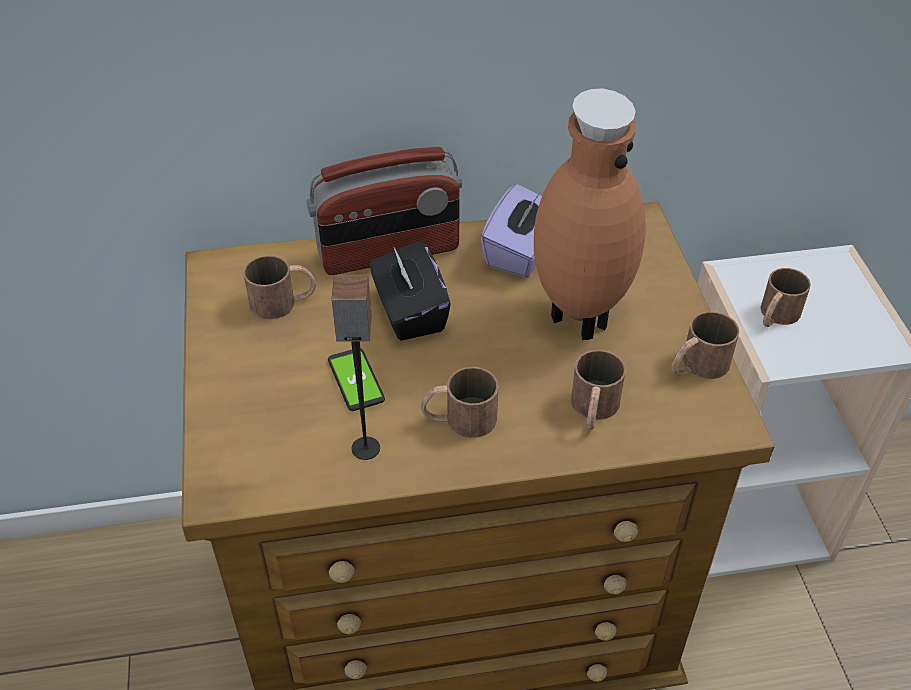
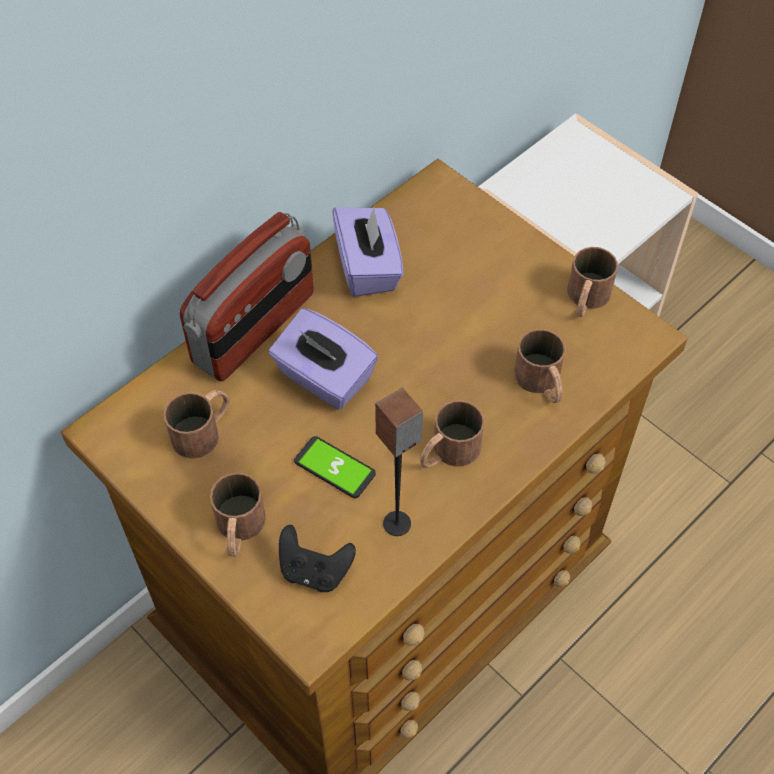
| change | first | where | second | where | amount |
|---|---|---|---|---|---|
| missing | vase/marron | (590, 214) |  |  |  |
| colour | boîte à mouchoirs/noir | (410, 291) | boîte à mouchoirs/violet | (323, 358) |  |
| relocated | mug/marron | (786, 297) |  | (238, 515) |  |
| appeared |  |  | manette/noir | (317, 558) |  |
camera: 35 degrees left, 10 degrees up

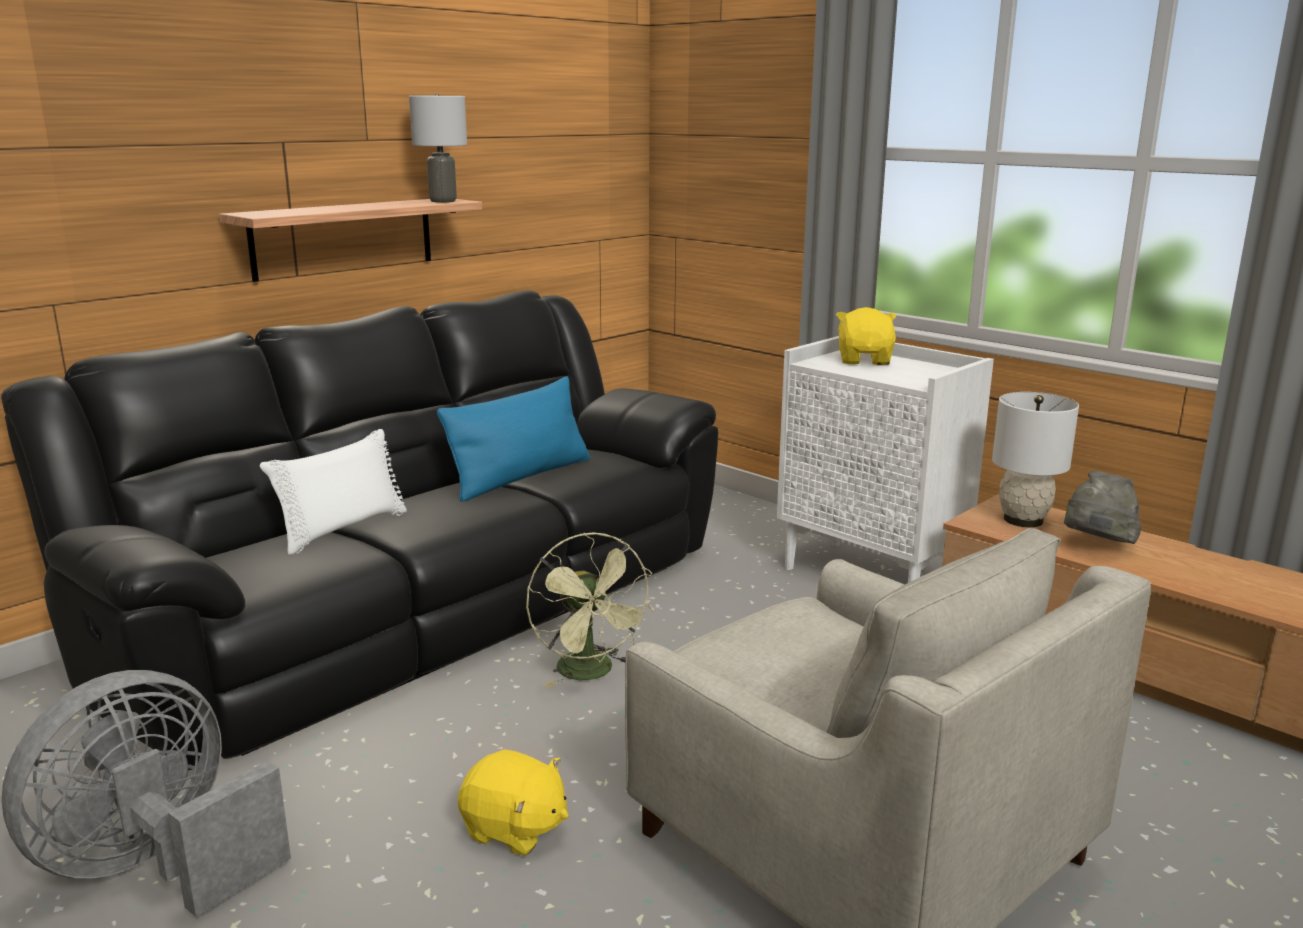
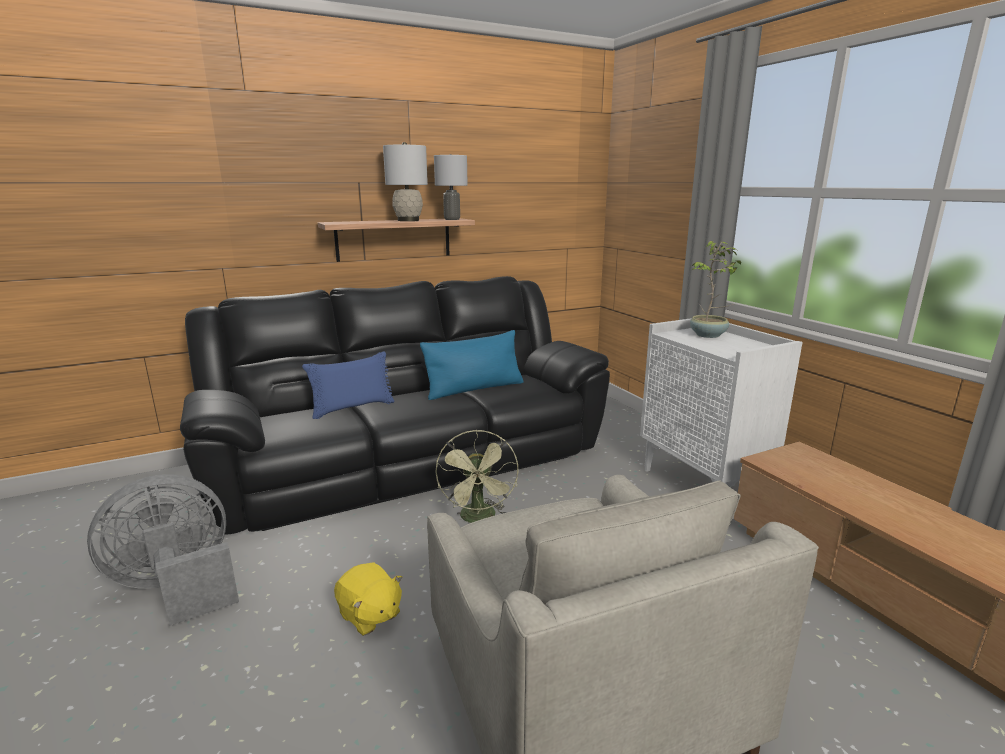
| change | first | where | second | where | amount |
|---|---|---|---|---|---|
| exchanged | peluche/jaune | (866, 336) | plante en pot | (715, 289) |  |
| relocated | lampe de table/blanc | (1035, 459) |  | (405, 181) |  |
| colour | coussin/blanc | (333, 491) | coussin/bleu | (348, 385) |  |
| missing | chapeau/gris | (1102, 507) |  |  |  |
camera: 20 degrees right, 0 degrees up

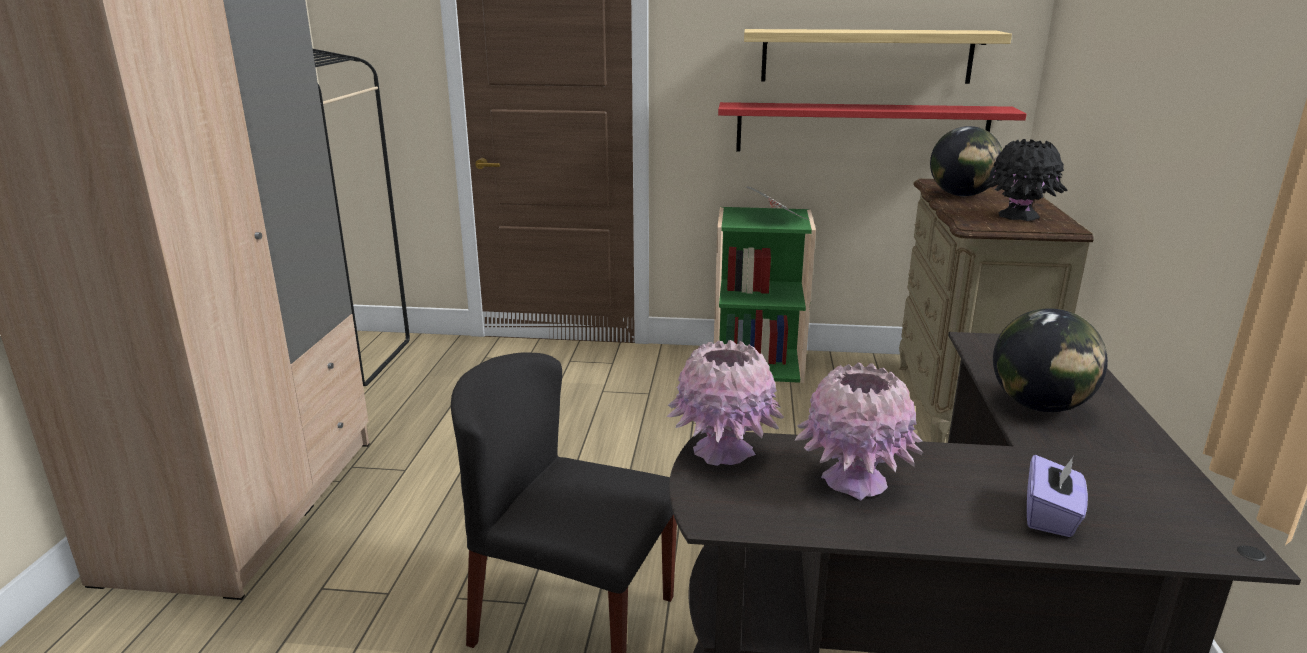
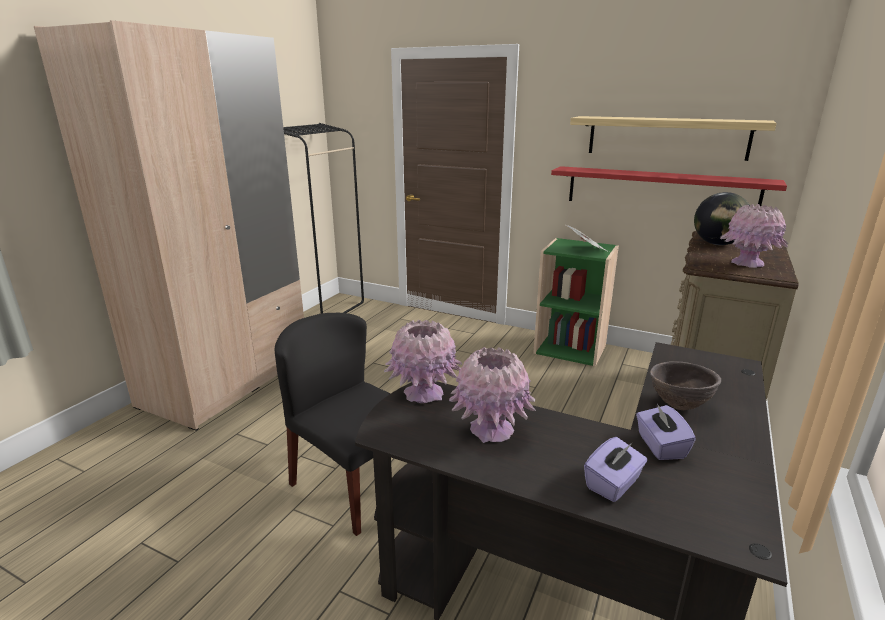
| change | first | where | second | where | amount |
|---|---|---|---|---|---|
| colour | vase/noir | (1025, 180) | vase/rose | (754, 236) |  |
| exchanged | globe | (1050, 360) | bol/marron | (685, 385) |  |
| appeared |  |  | boîte à mouchoirs/violet | (666, 431) |  |
camera: 20 degrees right, 0 degrees up

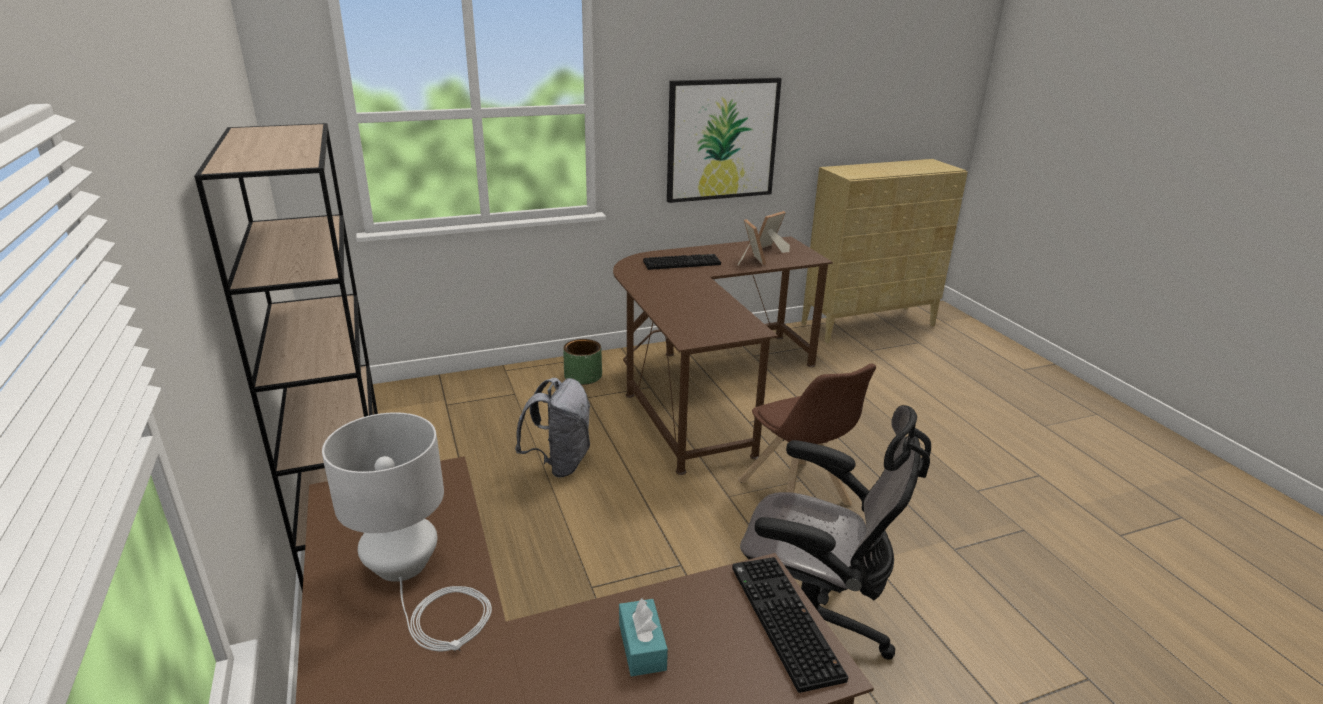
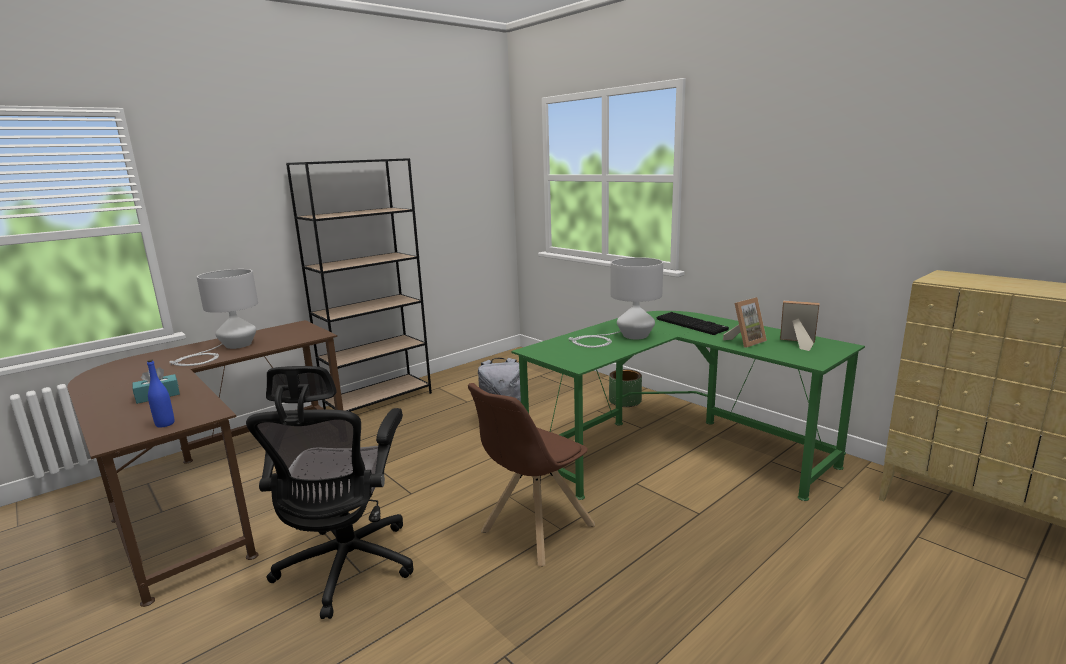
| change | first | where | second | where | amount |
|---|---|---|---|---|---|
| missing | tableau | (724, 140) |  |  |  |
| colour | bureau/marron | (723, 355) | bureau/vert | (688, 406) |  |
| exchanged | clavier | (790, 625) | bouteille/bleu | (160, 393) |  |
| appeared |  |  | lampe de table/blanc | (616, 302) |  |
camera: 70 degrees right, 10 degrees down

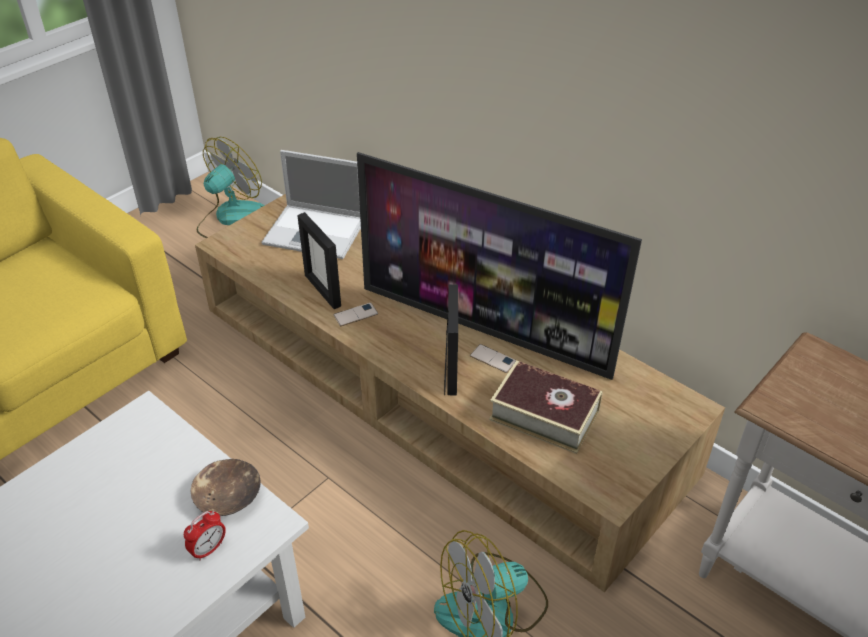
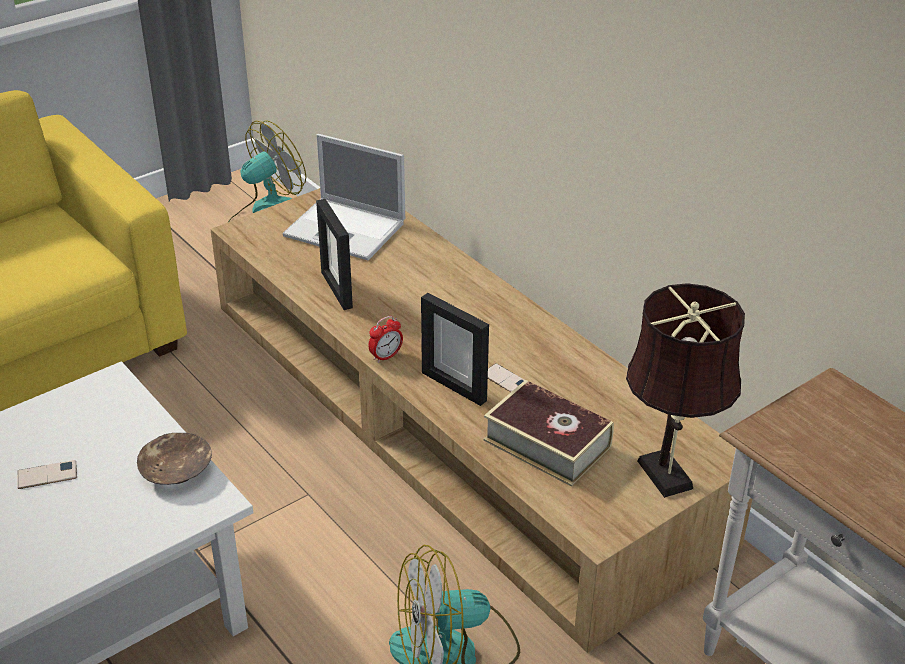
| change | first | where | second | where | amount |
|---|---|---|---|---|---|
| missing | téléviseur | (499, 266) |  |  |  |
| spun | cadre photo | (451, 340) |  | (455, 349) | 120 degrees clockwise |
| relocated | téléphone | (355, 314) |  | (47, 474) |  |
| relocated | réveil | (205, 536) |  | (386, 339) |  |
| appeared |  |  | lampe de table/marron | (685, 390) |  |
camera: 10 degrees right, 5 degrees down

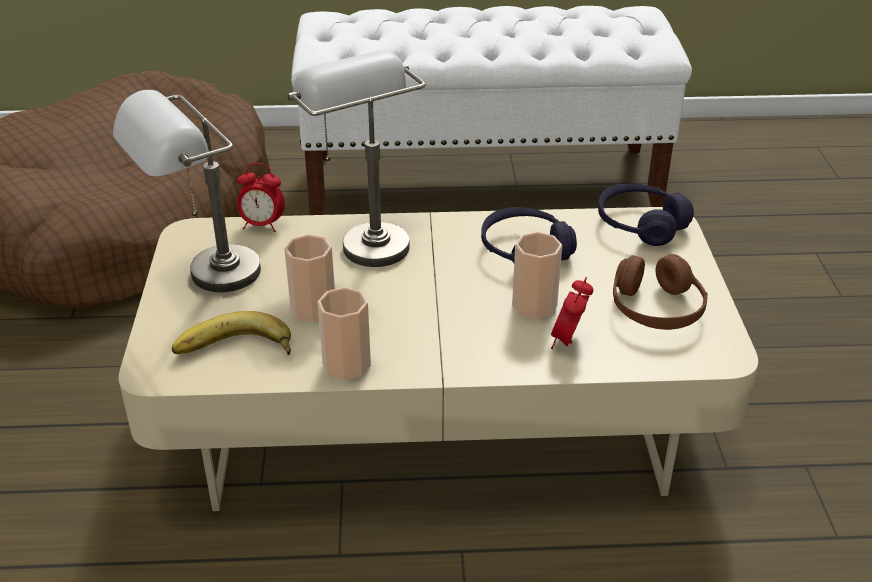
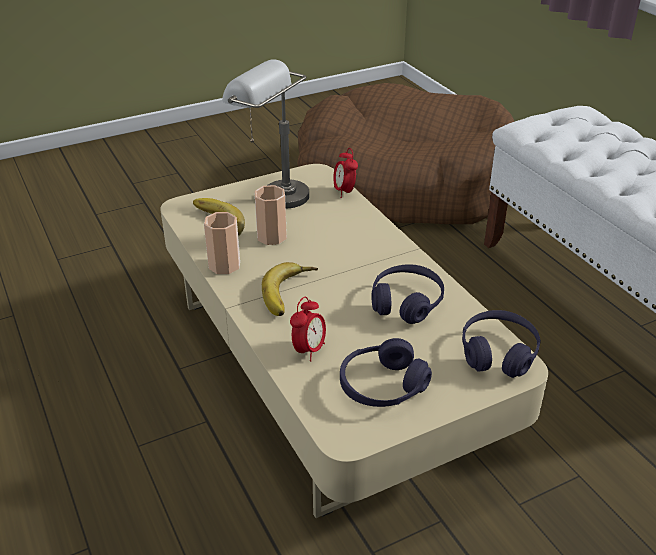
| change | first | where | second | where | amount |
|---|---|---|---|---|---|
| missing | lampe de table/gris | (356, 158) |  |  |  |
| missing | tasse | (537, 275) |  |  |  |
| colour | casque audio/marron | (660, 292) | casque audio/violet | (386, 372) |  |
| spun | réveil | (572, 313) |  | (308, 329) | 120 degrees clockwise |
| appeared |  |  | banane | (290, 289) |  |
camera: 65 degrees right, 0 degrees up

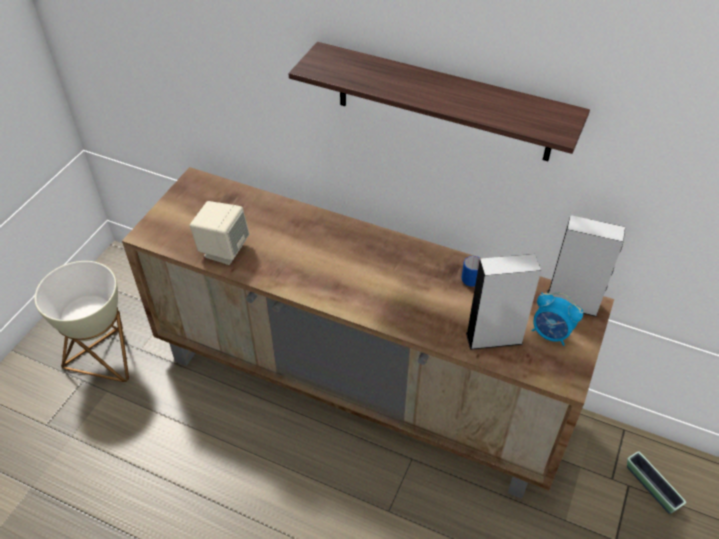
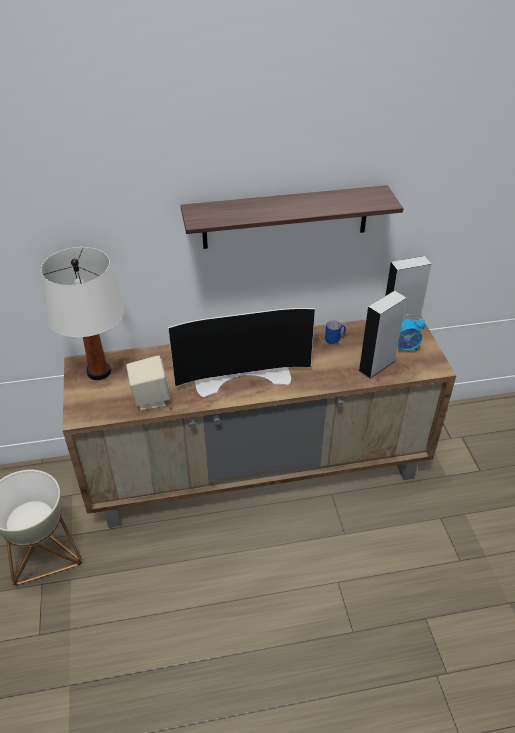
| change | first | where | second | where | amount |
|---|---|---|---|---|---|
| missing | cache-pot | (656, 482) |  |  |  |
| appeared |  |  | lampe de table/blanc | (82, 313) |  |
| appeared |  |  | téléviseur | (241, 352) |  |
camera: 35 degrees left, 5 degrees down

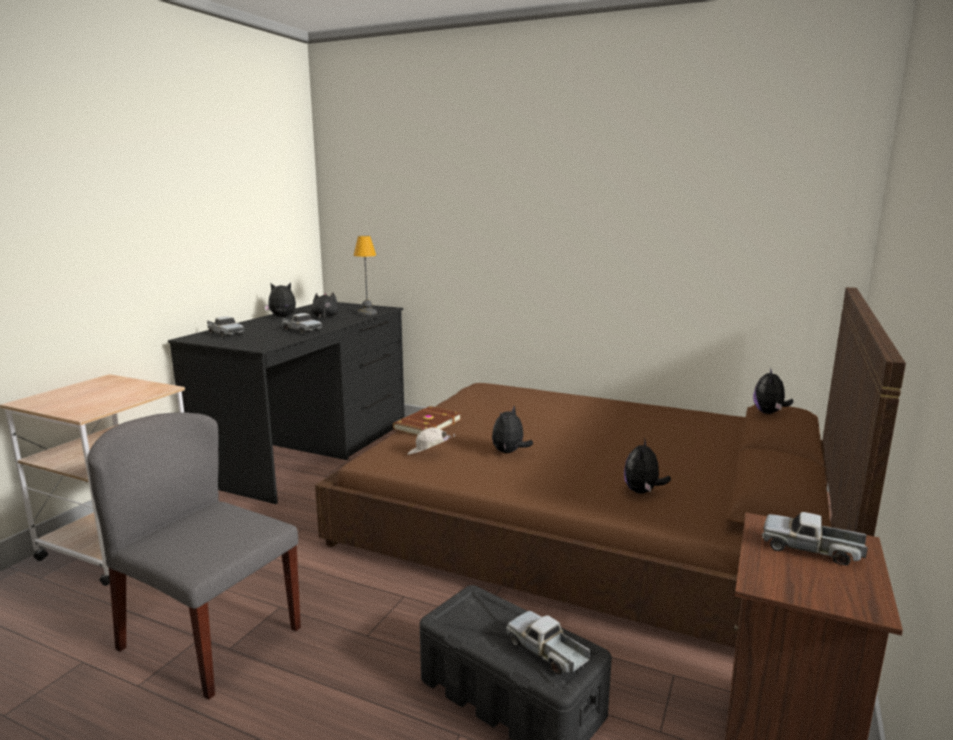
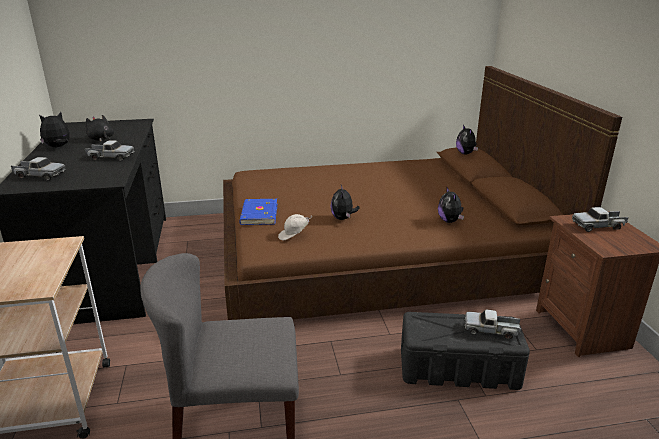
| change | first | where | second | where | amount |
|---|---|---|---|---|---|
| missing | lampe de table | (365, 275) |  |  |  |
| colour | livre/marron | (427, 421) | livre/bleu | (258, 212) |  |
camera: 35 degrees left, 10 degrees up

